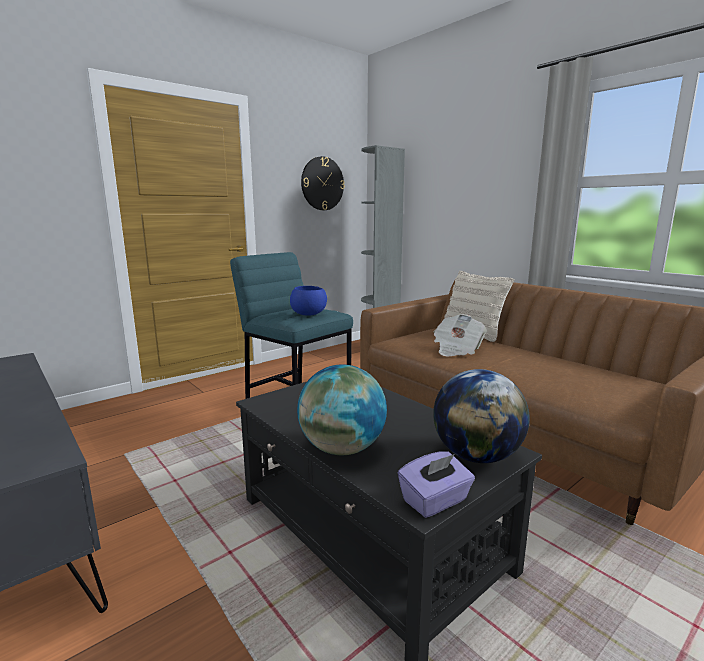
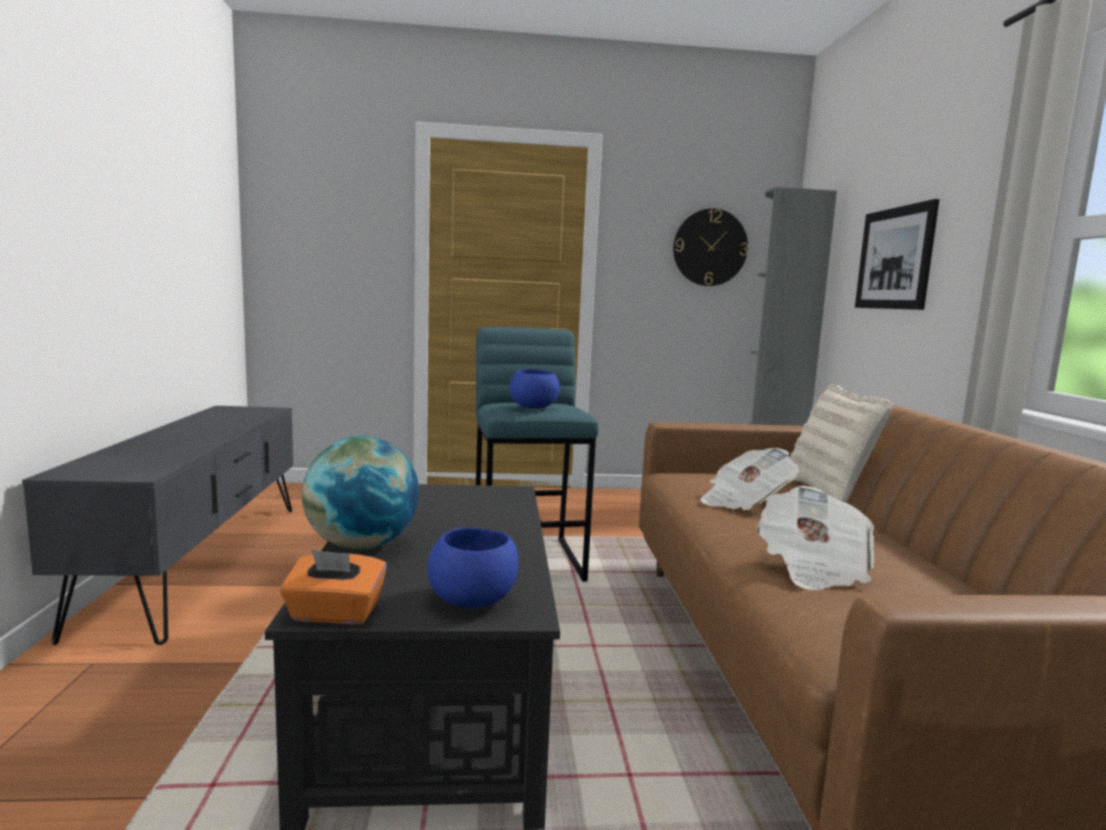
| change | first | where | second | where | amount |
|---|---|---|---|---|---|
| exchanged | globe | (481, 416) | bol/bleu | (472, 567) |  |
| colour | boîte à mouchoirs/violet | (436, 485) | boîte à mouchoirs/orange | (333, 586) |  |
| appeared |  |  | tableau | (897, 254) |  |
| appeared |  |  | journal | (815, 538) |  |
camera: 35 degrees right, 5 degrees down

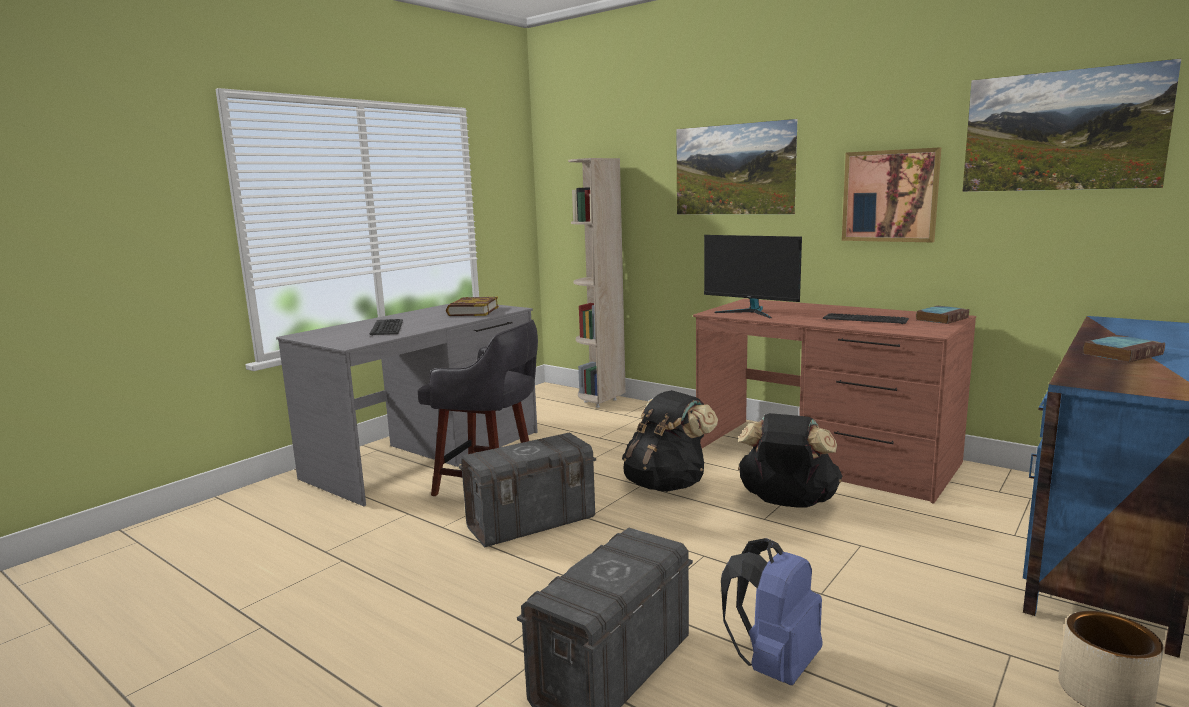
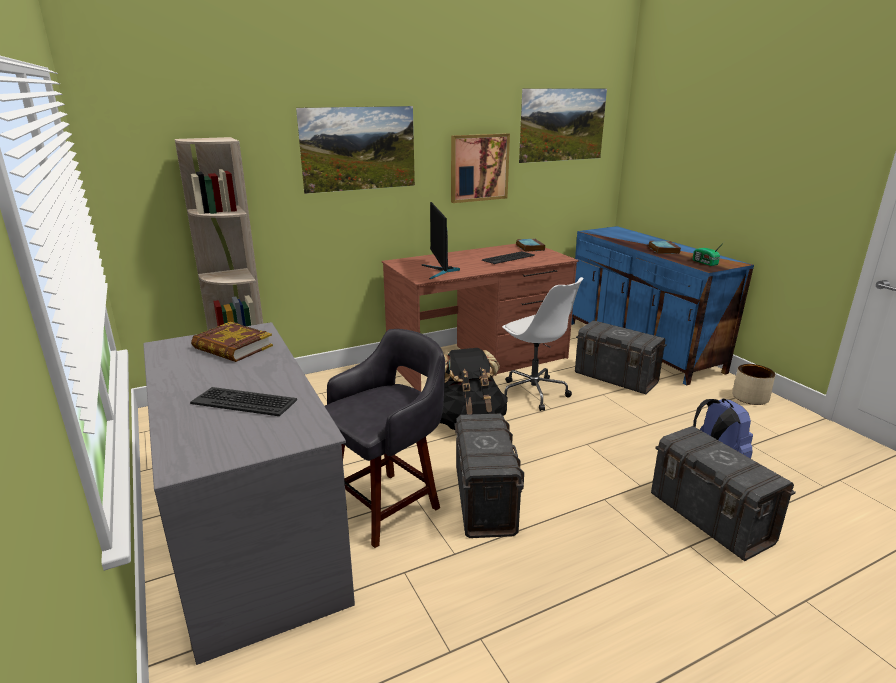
| change | first | where | second | where | amount |
|---|---|---|---|---|---|
| spun | écran d'ordinateur | (753, 276) |  | (440, 240) | 105 degrees clockwise |
| exchanged | sac à dos/noir | (790, 460) | chaise de bureau/blanc | (542, 344) |  |
| appeared |  |  | radio | (709, 253) |  |
| appeared |  |  | boîte de rangement/gris | (621, 357) |  |
camera: 65 degrees left, 10 degrees up

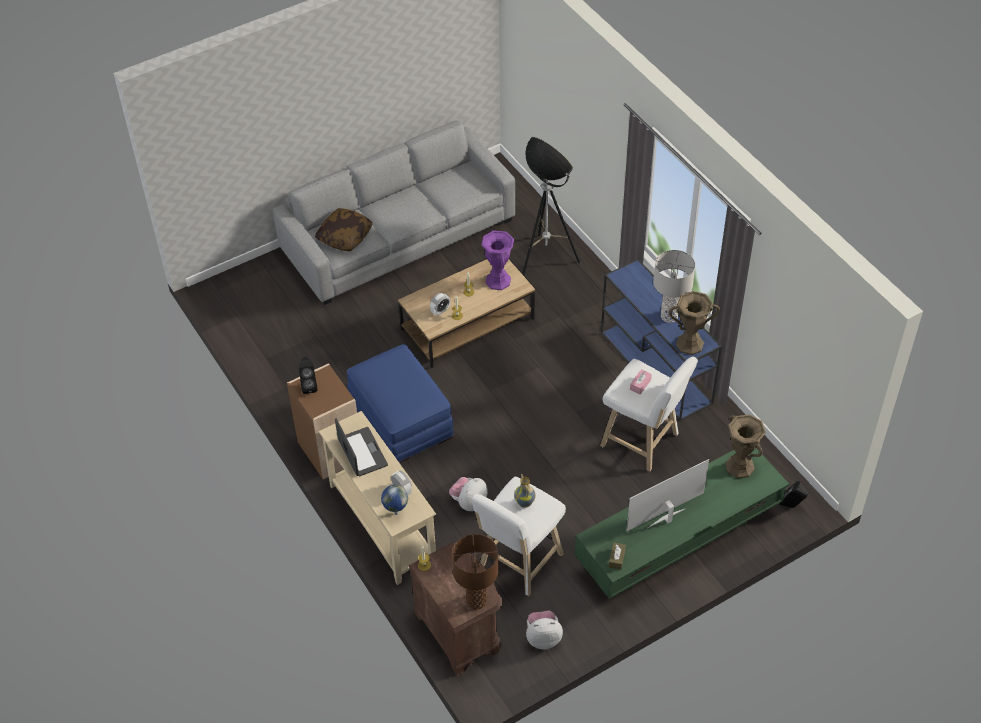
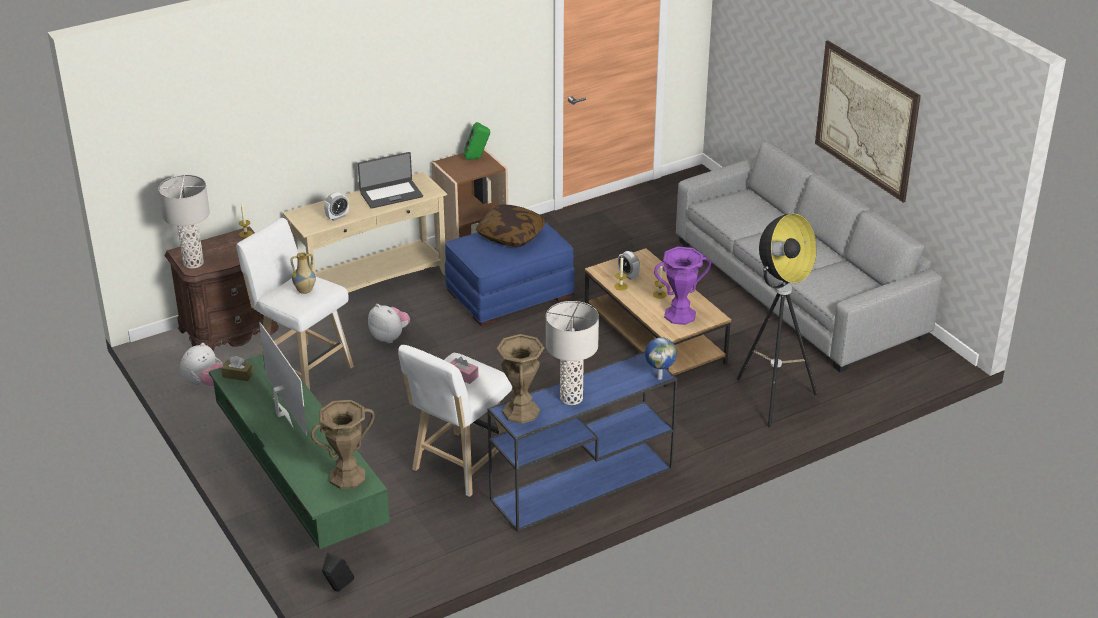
| change | first | where | second | where | amount |
|---|---|---|---|---|---|
| relocated | coussin | (344, 229) |  | (511, 225) |  |
| colour | enceinte/noir | (308, 375) | enceinte/vert | (477, 141) |  |
| relocated | globe | (394, 500) |  | (661, 358) |  |
| colour | lampe de table/marron | (475, 571) | lampe de table/blanc | (184, 221) |  |
| spun | peluche | (544, 630) |  | (201, 364) | 45 degrees clockwise |
| appeared |  |  | tableau | (868, 121) |  |
camera: 90 degrees right, 15 degrees down

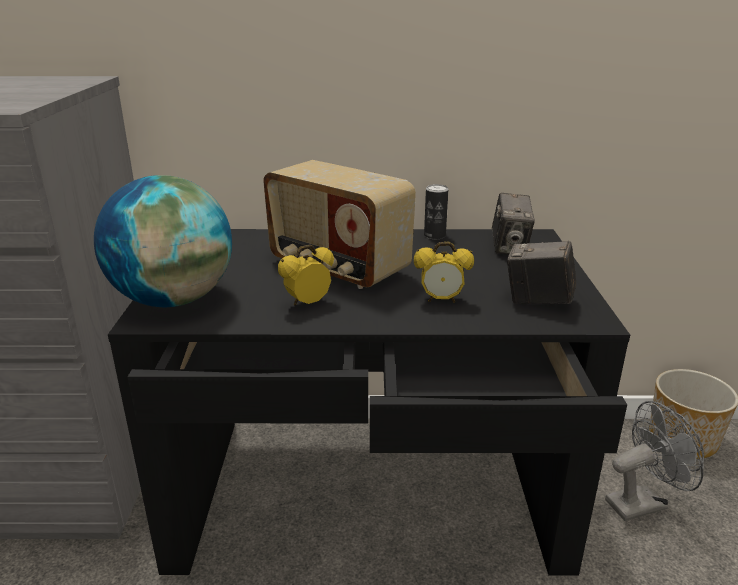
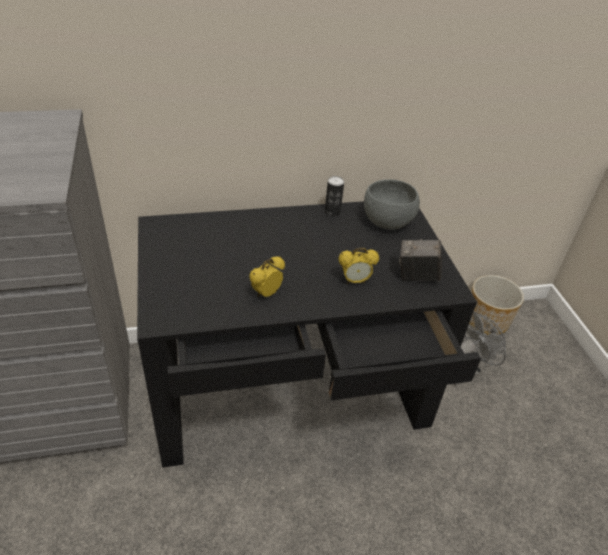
| change | first | where | second | where | amount |
|---|---|---|---|---|---|
| missing | radio | (339, 224) |  |  |  |
| missing | globe | (163, 241) |  |  |  |
| exchanged | appareil photo | (513, 224) | bol/gris | (392, 204) |  |
camera: 15 degrees left, 15 degrees up

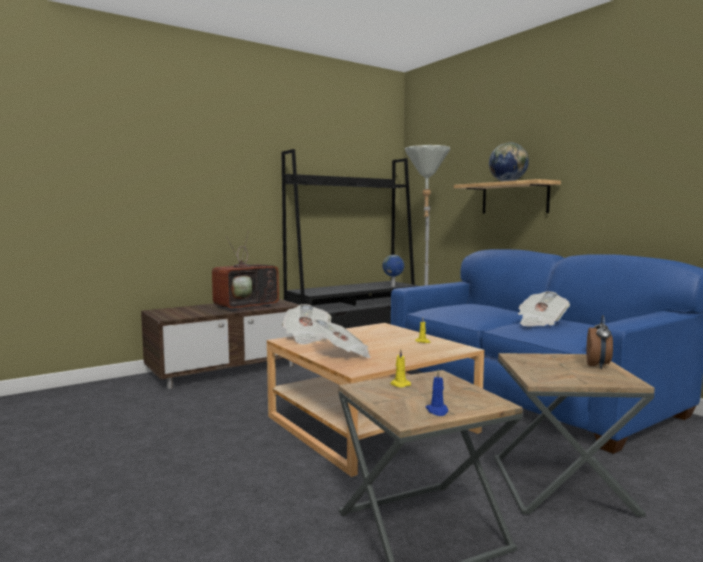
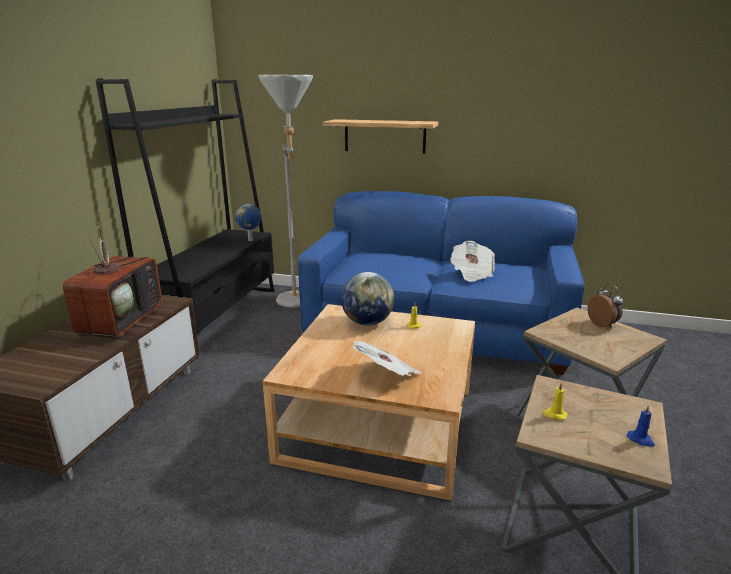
| change | first | where | second | where | amount |
|---|---|---|---|---|---|
| relocated | globe | (509, 162) |  | (367, 299) |  |
| missing | journal | (306, 324) |  |  |  |
camera: 40 degrees left, 15 degrees up

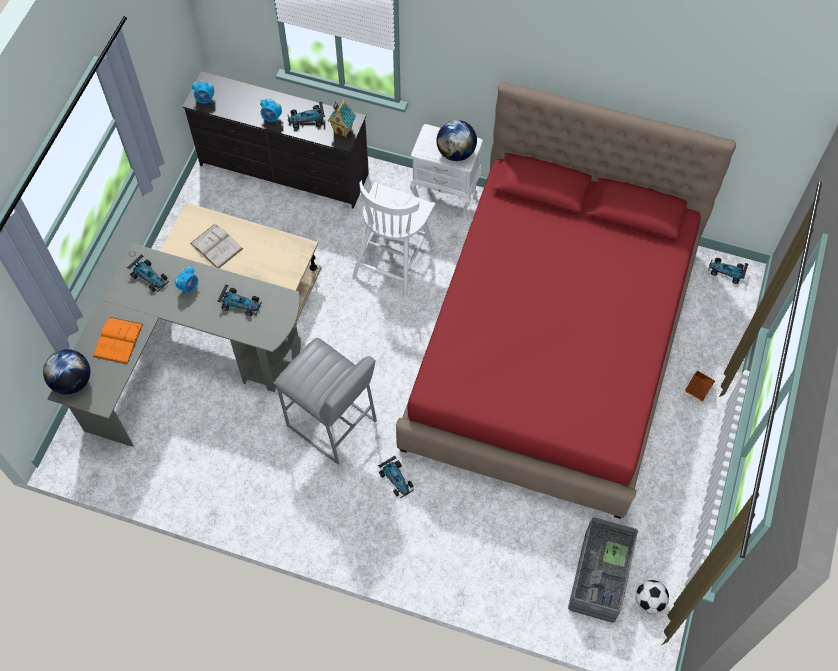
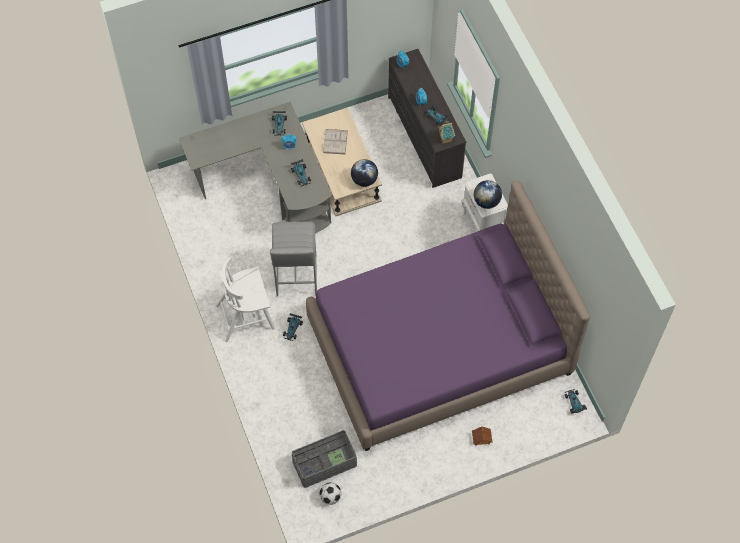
| change | first | where | second | where | amount |
|---|---|---|---|---|---|
| colour | lit/rouge | (566, 300) | lit/violet | (448, 316) |  |
| relocated | chaise/blanc | (393, 238) |  | (245, 300) |  |
| missing | livre/orange | (118, 341) |  |  |  |
| relocated | globe | (66, 372) |  | (364, 173) |  |
camera: 50 degrees right, 0 degrees up

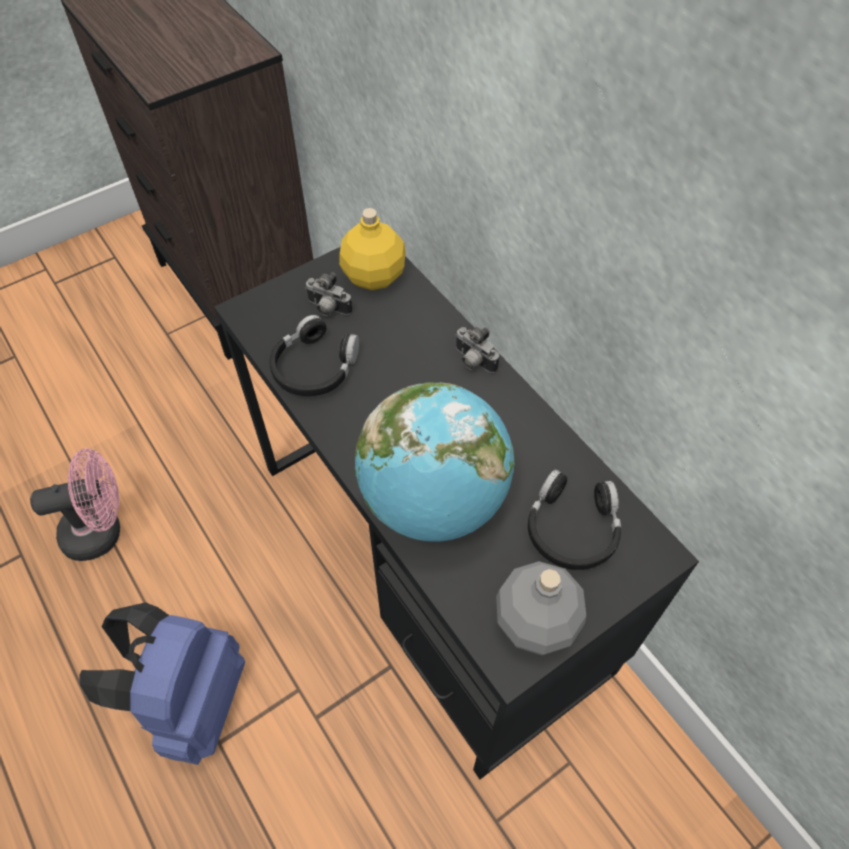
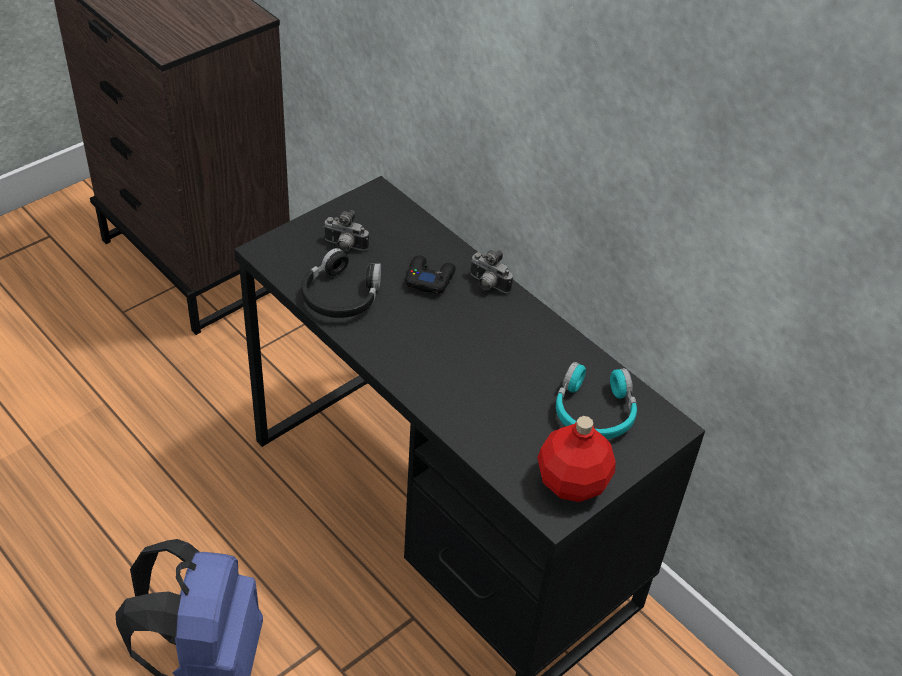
| change | first | where | second | where | amount |
|---|---|---|---|---|---|
| missing | bouteille/jaune | (372, 249) |  |  |  |
| missing | globe | (435, 462) |  |  |  |
| missing | ventilateur/rose | (75, 505) |  |  |  |
| colour | casque audio/noir | (574, 519) | casque audio/turquoise | (596, 400) |  |
| colour | bouteille/gris | (541, 608) | bouteille/rouge | (576, 459) |  |
| appeared |  |  | manette/noir | (430, 274) |  |
camera: 10 degrees left, 10 degrees down

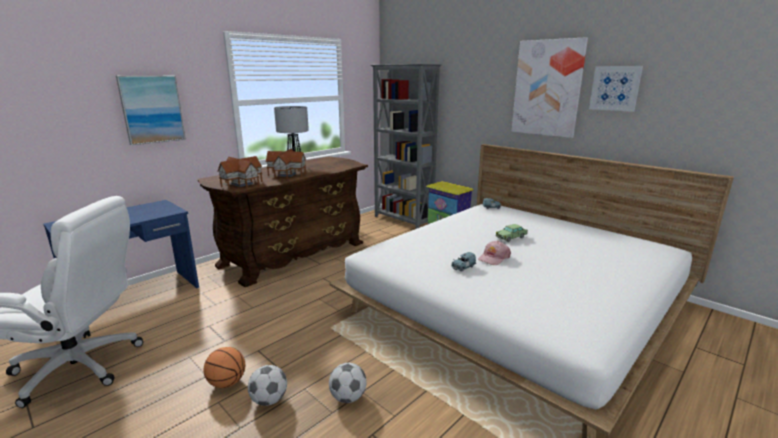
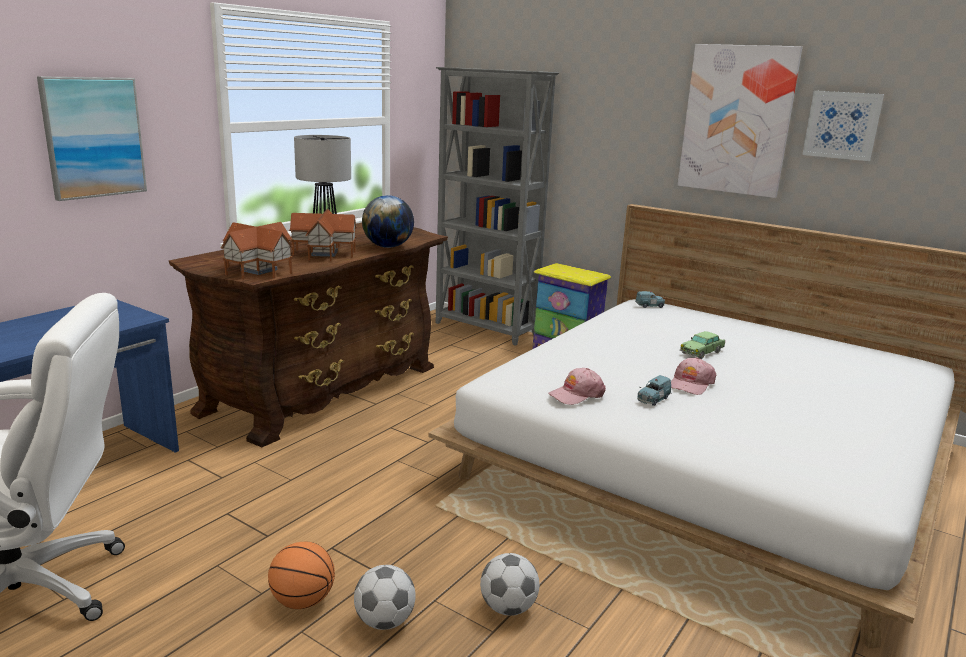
| change | first | where | second | where | amount |
|---|---|---|---|---|---|
| appeared |  |  | globe | (388, 221) |  |
| appeared |  |  | casquette/rose | (577, 386) |  |
camera: 10 degrees left, 0 degrees up

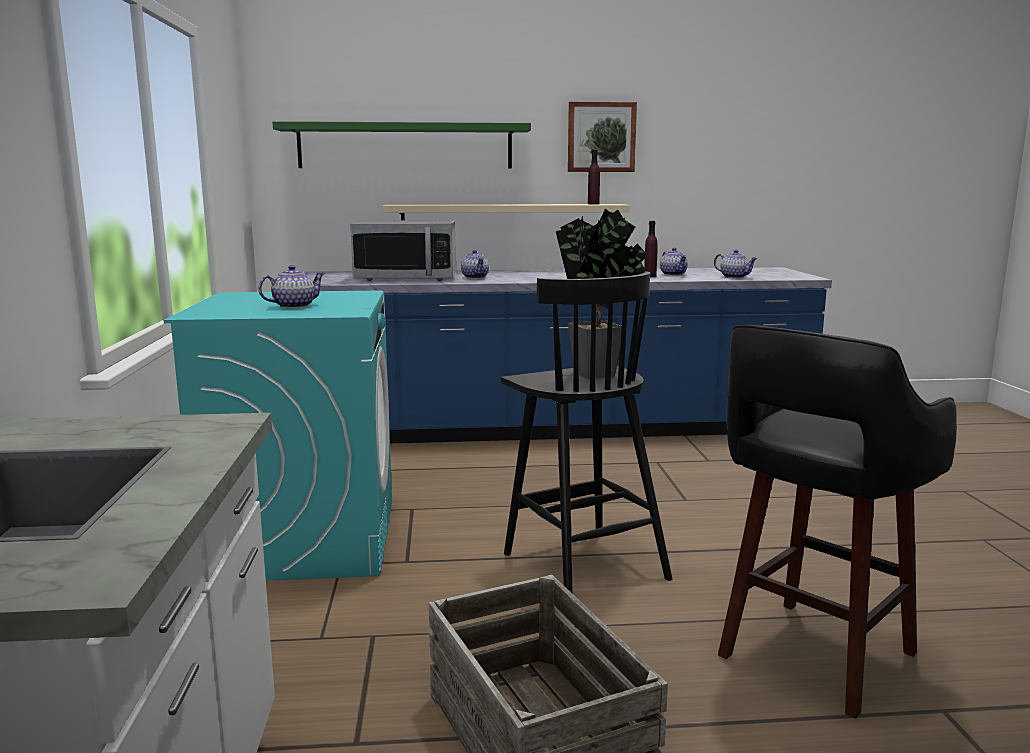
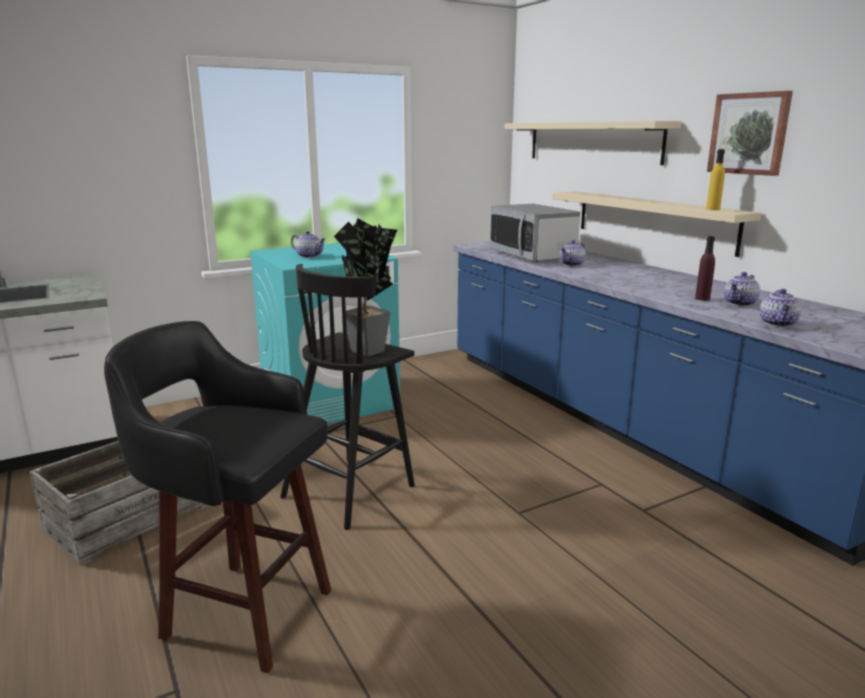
| change | first | where | second | where | amount |
|---|---|---|---|---|---|
| colour | étagère/vert | (401, 145) | étagère/beige | (593, 143) |  |
| colour | bouteille/violet | (594, 177) | bouteille/jaune | (715, 179) |  |
camera: 65 degrees right, 5 degrees up

